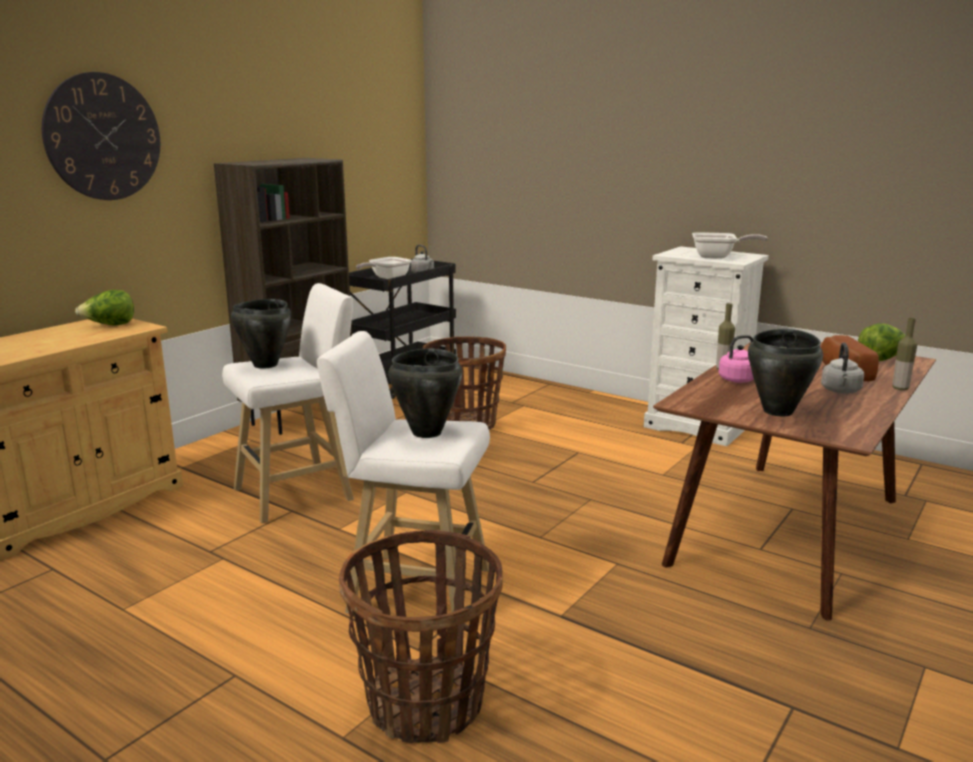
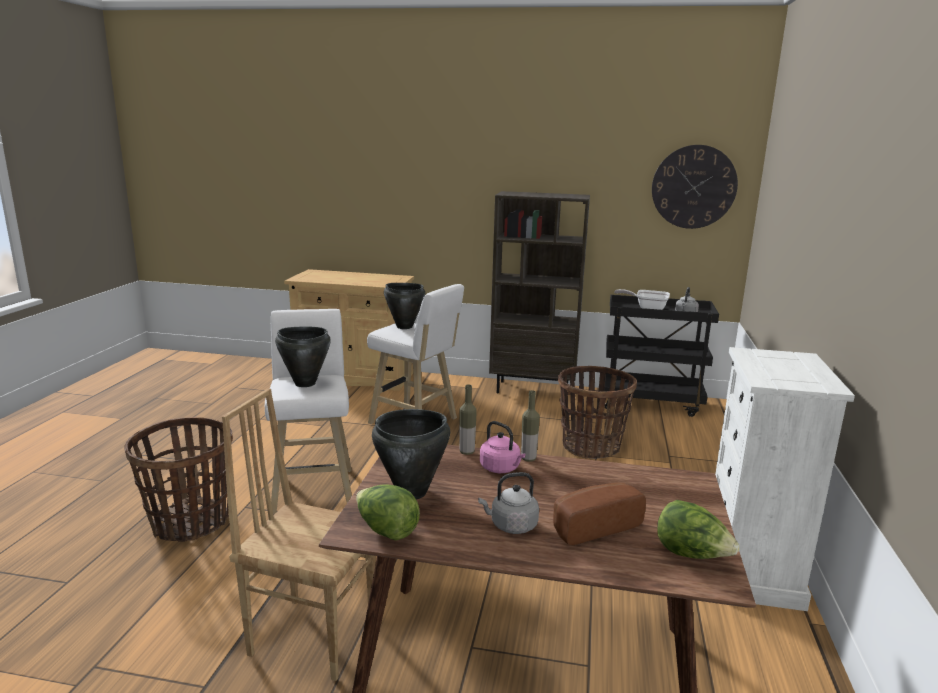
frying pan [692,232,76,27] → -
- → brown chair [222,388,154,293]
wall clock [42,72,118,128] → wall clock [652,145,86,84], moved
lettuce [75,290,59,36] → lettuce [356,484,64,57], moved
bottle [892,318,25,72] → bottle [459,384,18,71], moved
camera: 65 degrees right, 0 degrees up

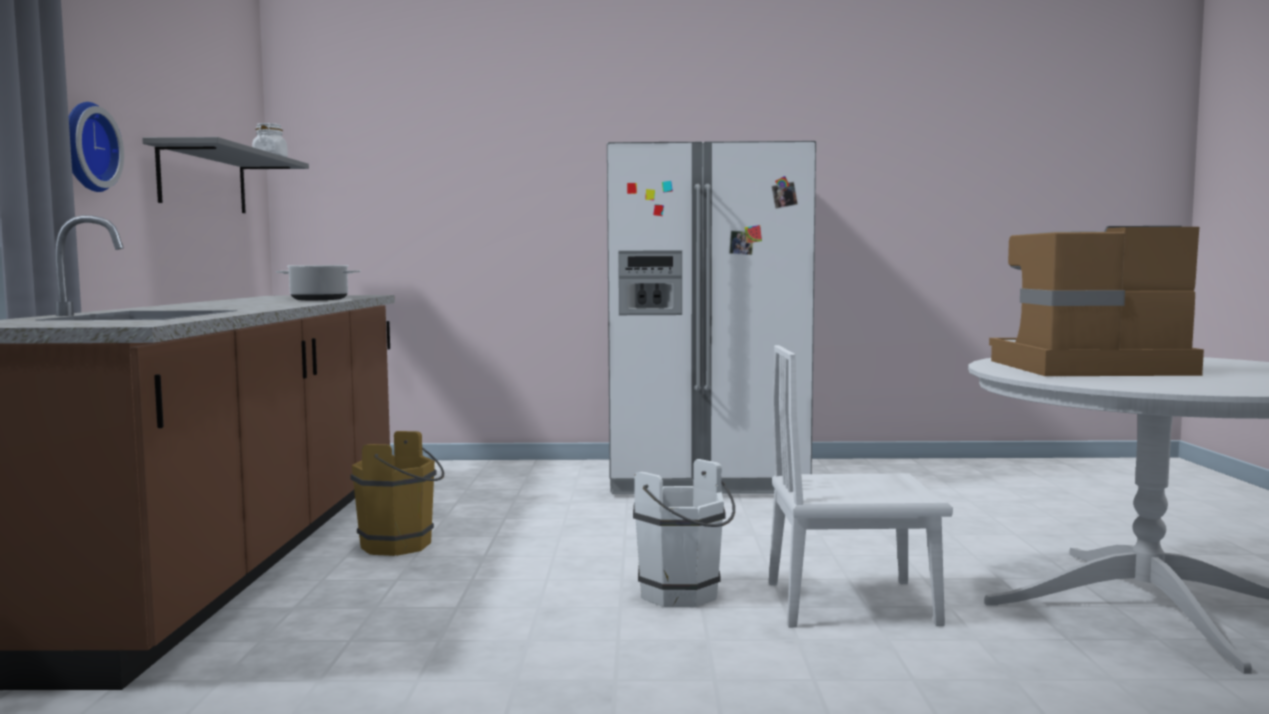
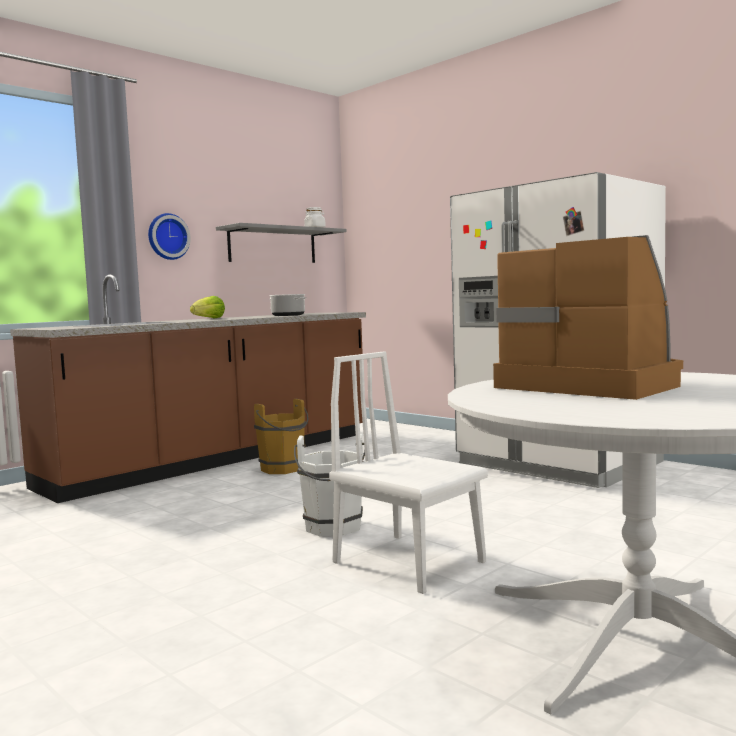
- → lettuce [190,296,35,23]
camera: 45 degrees right, 0 degrees up

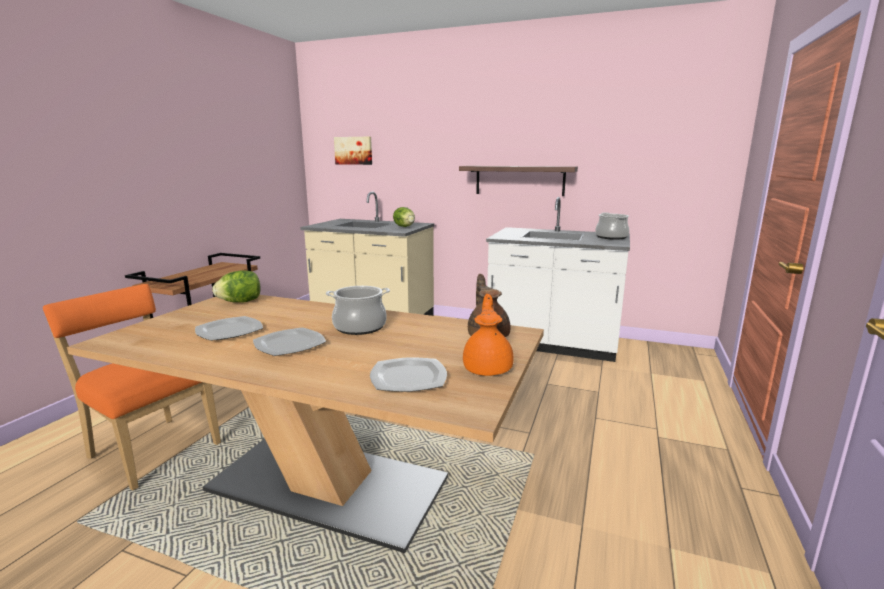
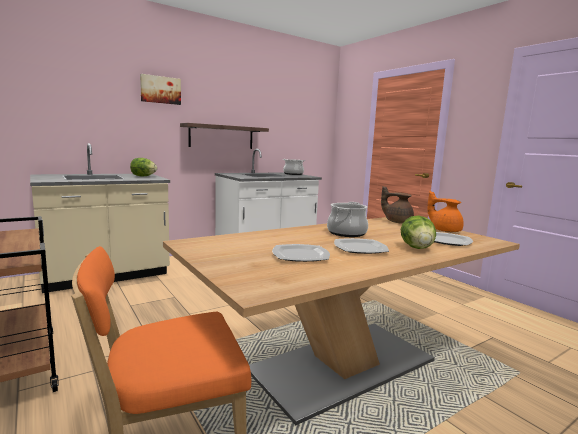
lettuce [212,270,49,33] → lettuce [401,216,35,33], moved
picture [334,137,38,28] → picture [140,74,41,31], moved
camera: 55 degrees left, 5 degrees down

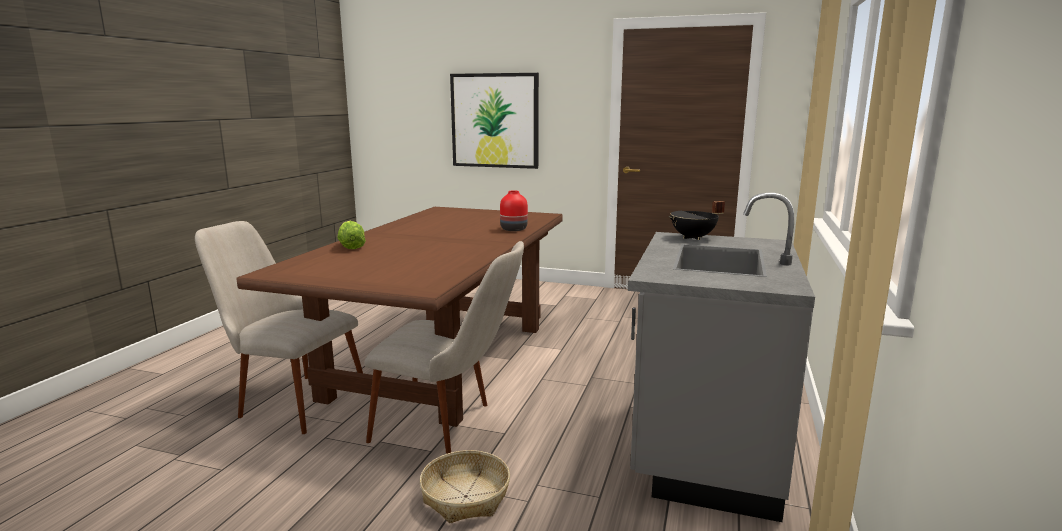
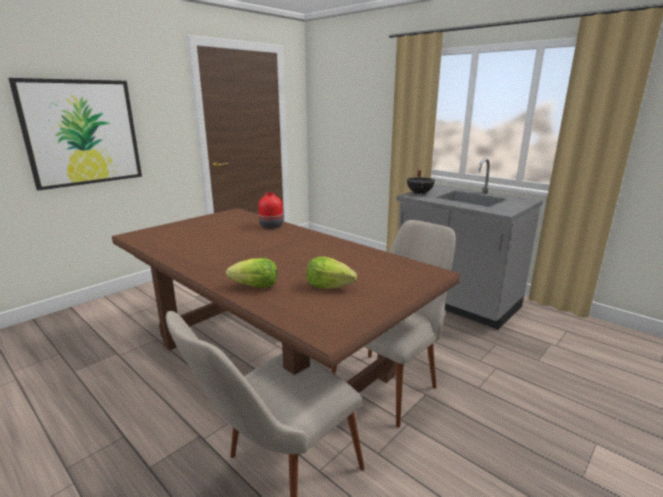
basket [420,450,90,73] → -
- → lettuce [306,256,51,33]
camera: 65 degrees left, 5 degrees up

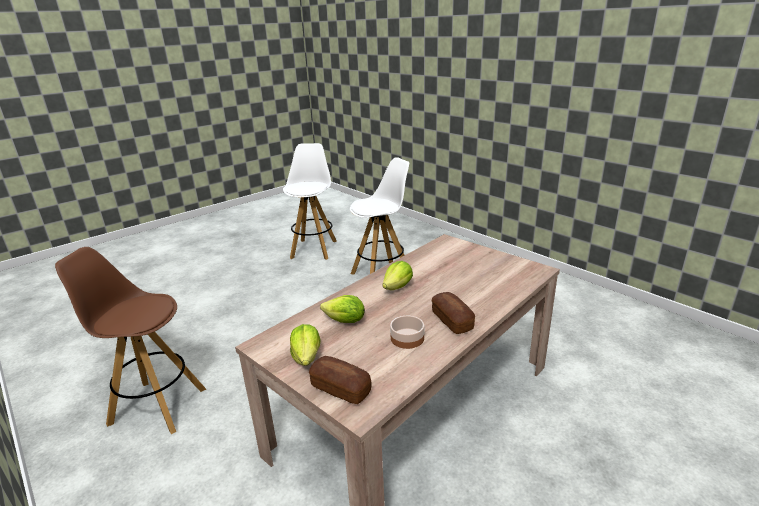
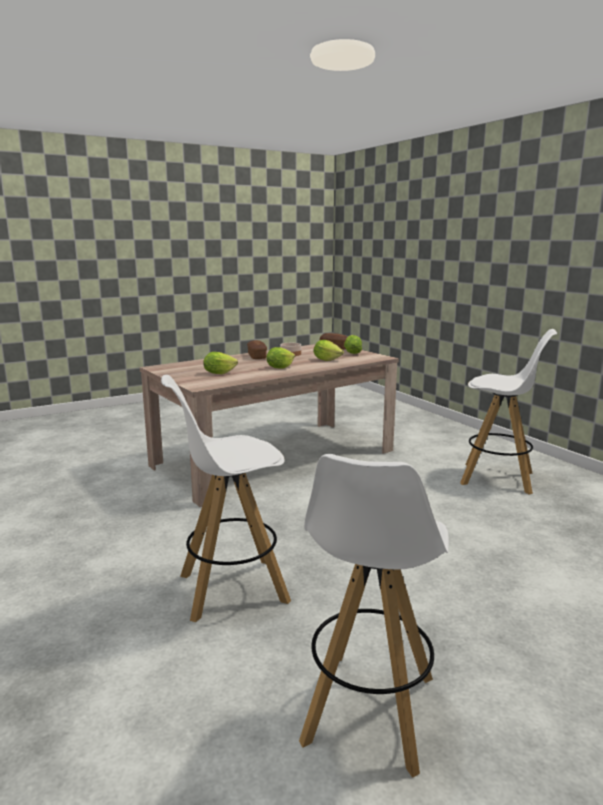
- → lettuce [203,352,35,22]
brown stool [55,247,151,187] → white stool [460,329,97,165]
camera: 170 degrees left, 10 degrees down

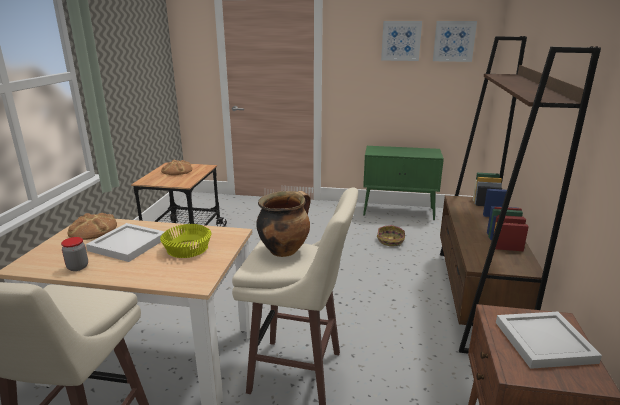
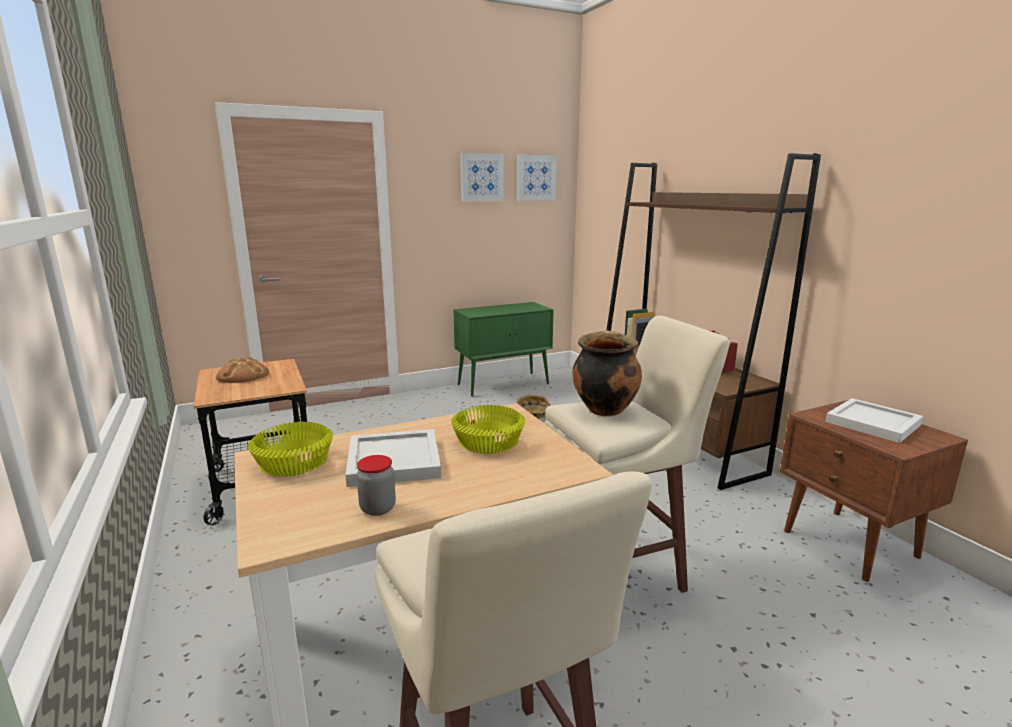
bread [67,213,50,27] → yellow bowl [248,422,85,54]
camera: 35 degrees left, 5 degrees down

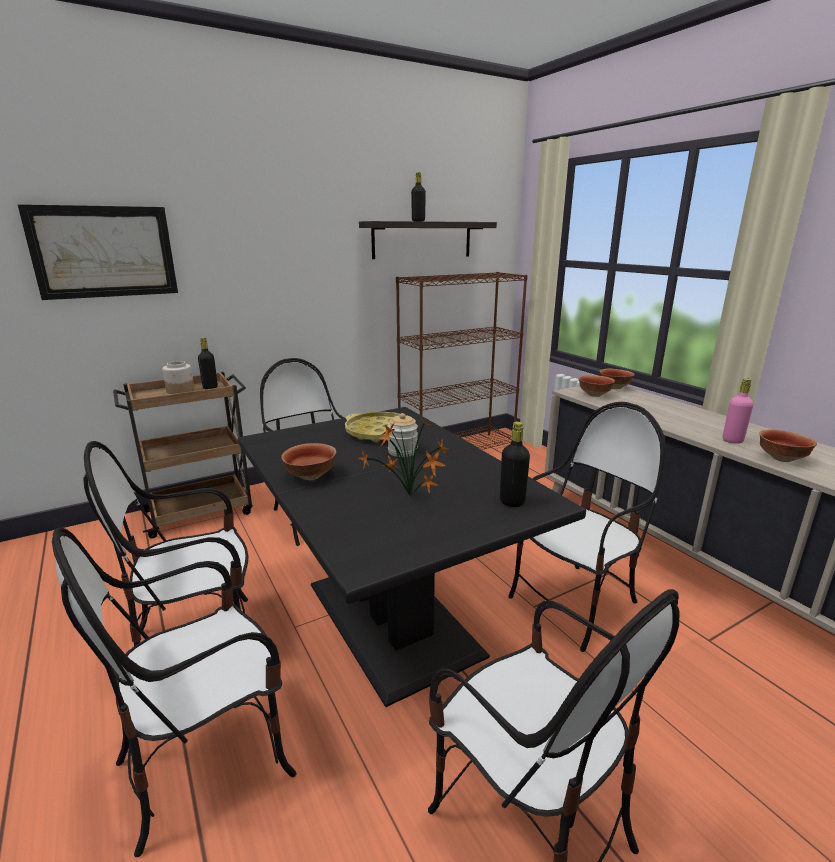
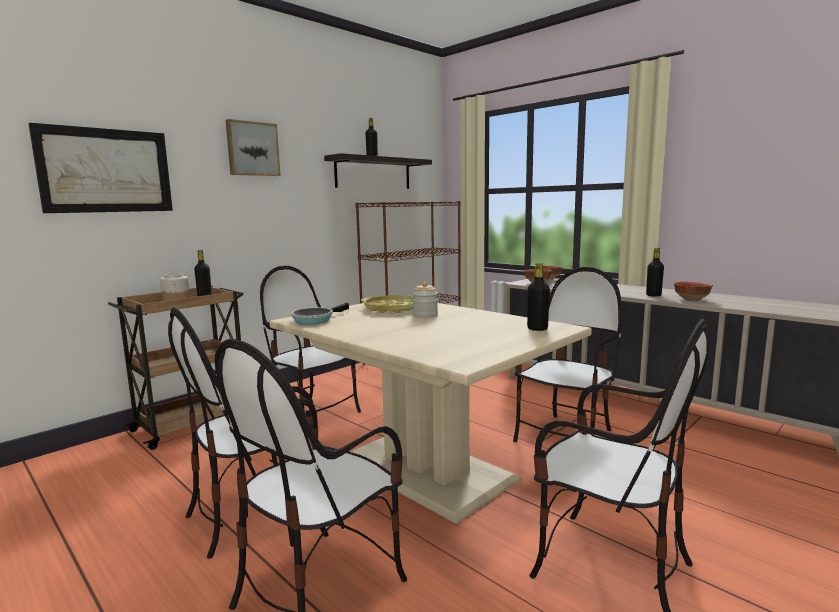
bowl [281,443,56,37] → -
potted plant [358,418,90,79] → -
- → picture [226,119,55,57]
- → frying pan [291,303,58,22]
black dining table [238,407,348,300] → beige dining table [270,303,322,221]
pink bottle [722,378,31,66] → black bottle [646,248,18,49]
camera: 15 degrees left, 10 degrees down

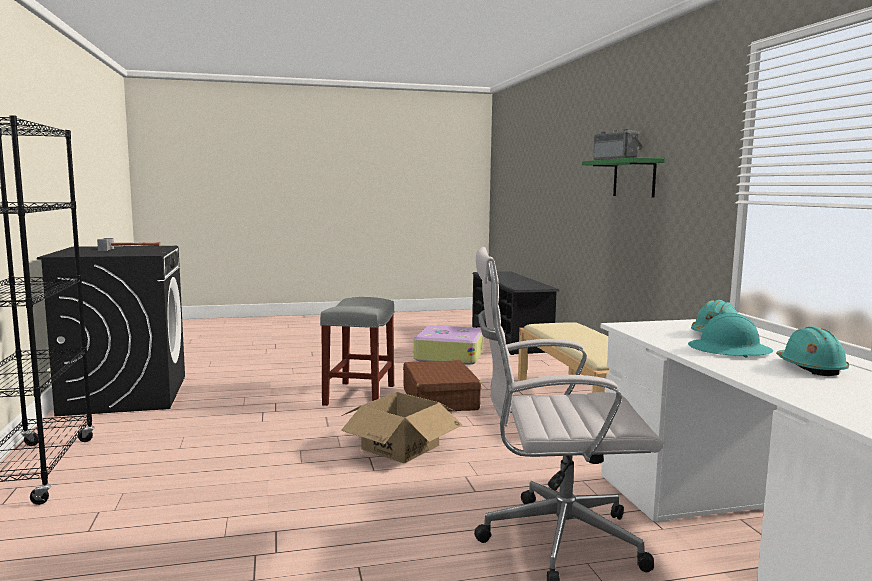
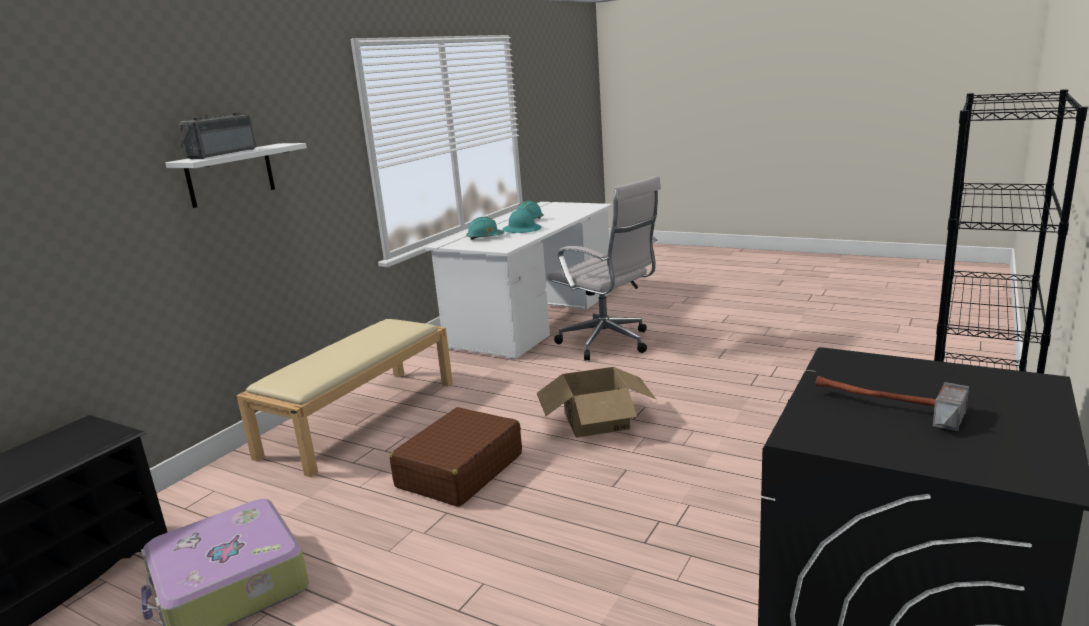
grey stool [320,297,75,109] → -
green shelf [582,157,83,40] → white shelf [165,143,142,65]
camera: 135 degrees left, 10 degrees up

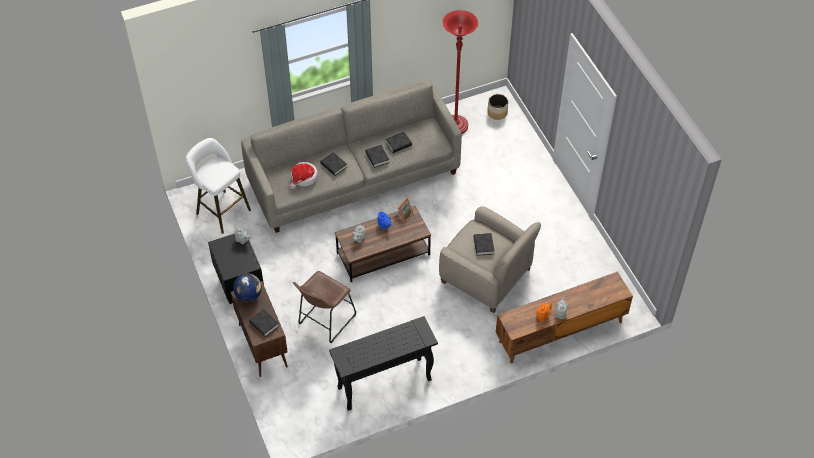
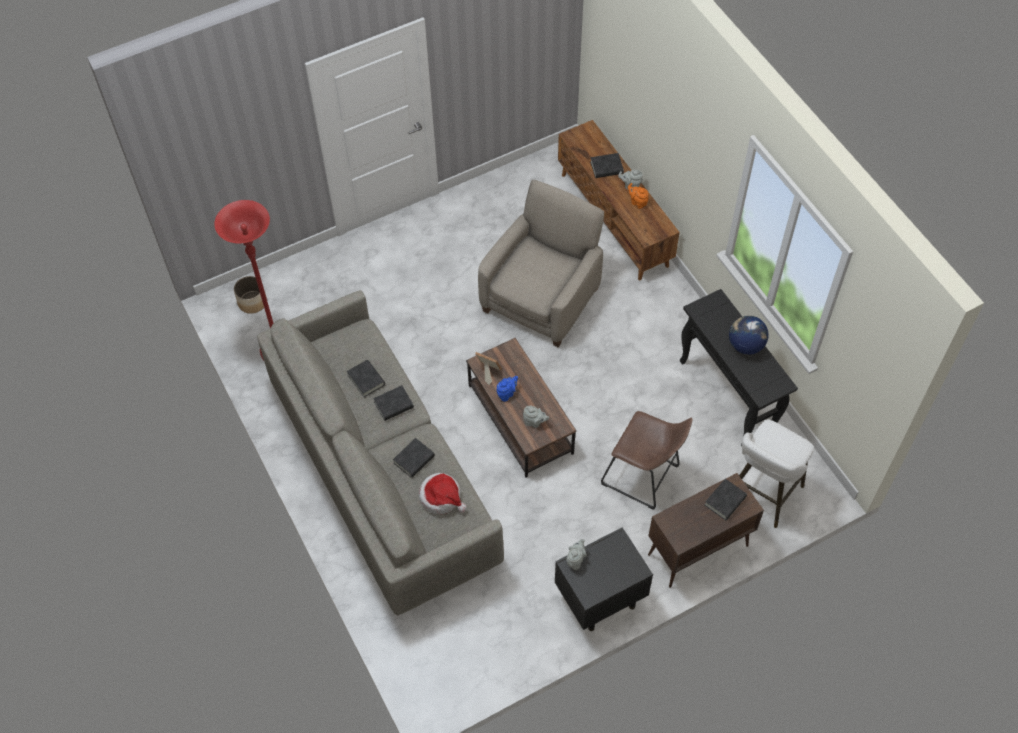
white stool [186,138,65,96] → white stool [739,419,75,109], moved
globe [233,273,29,29] → globe [729,316,40,39], moved
black book [473,233,21,23] → black book [590,153,34,25], moved
camera: 95 degrees left, 5 degrees up

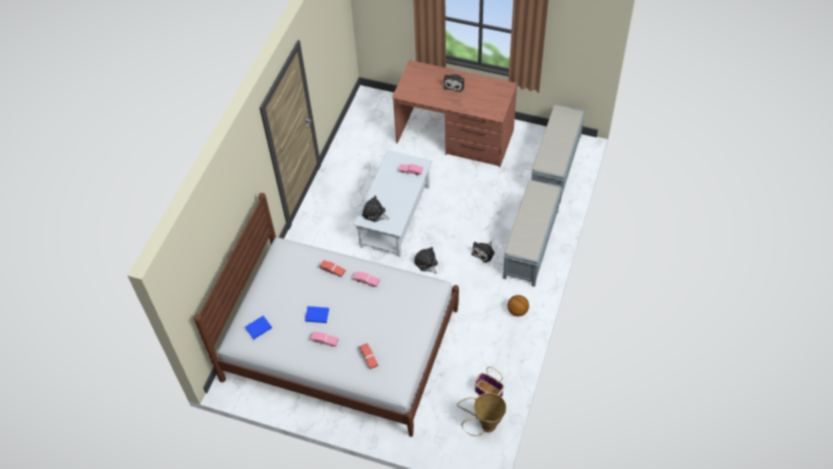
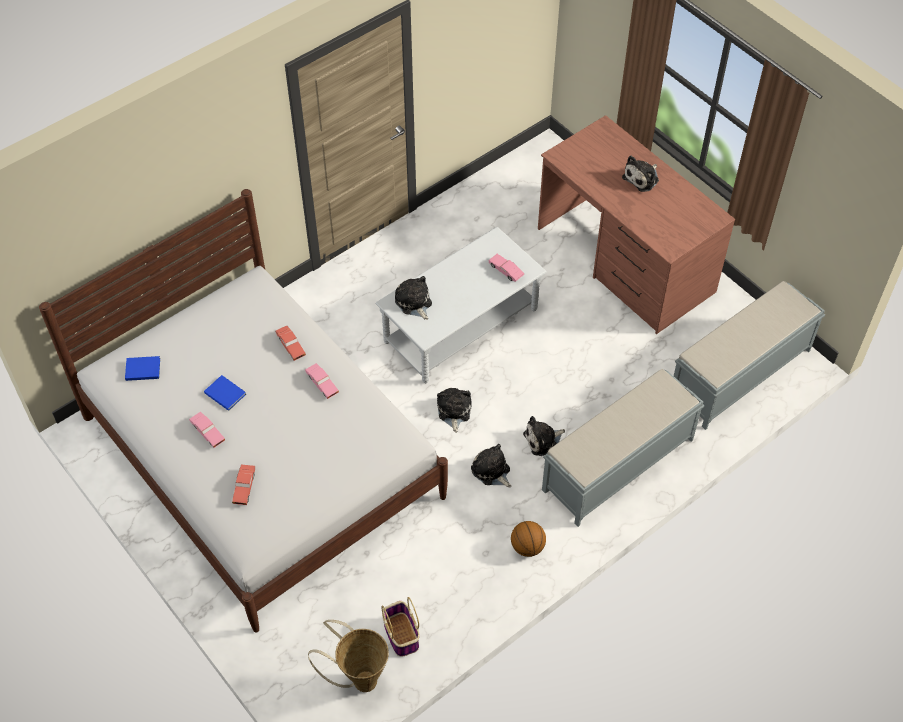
- → plush toy [471,444,40,43]
camera: 30 degrees right, 0 degrees up

